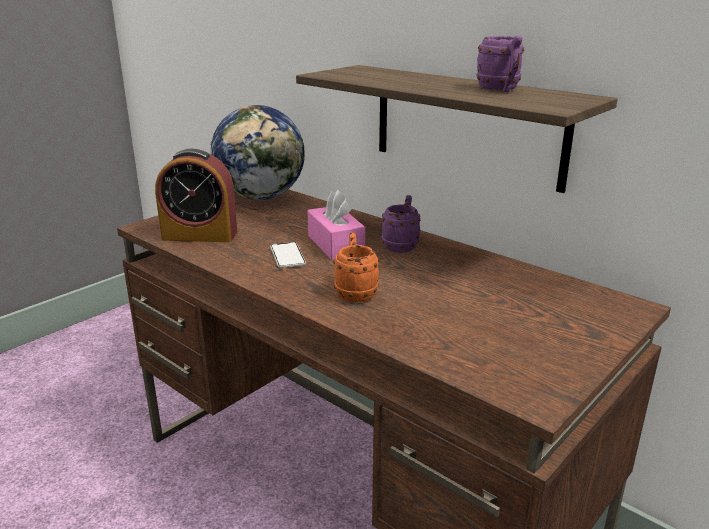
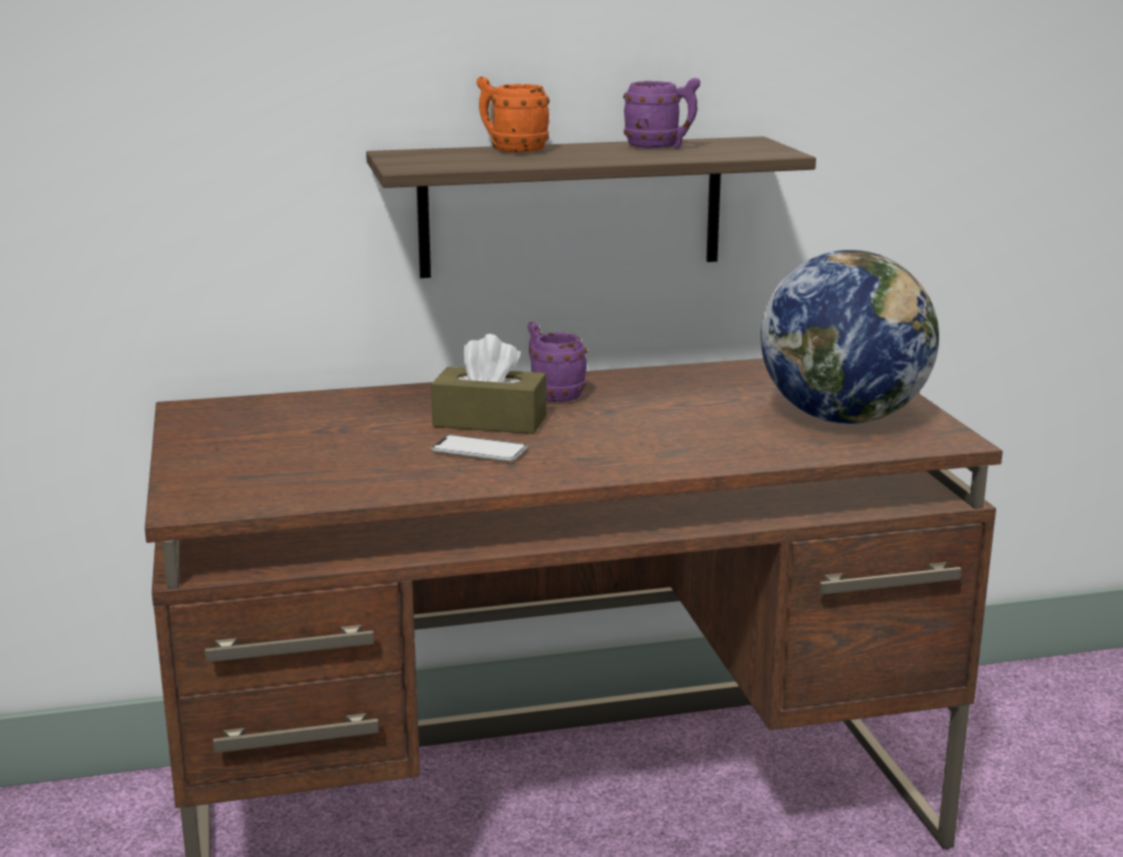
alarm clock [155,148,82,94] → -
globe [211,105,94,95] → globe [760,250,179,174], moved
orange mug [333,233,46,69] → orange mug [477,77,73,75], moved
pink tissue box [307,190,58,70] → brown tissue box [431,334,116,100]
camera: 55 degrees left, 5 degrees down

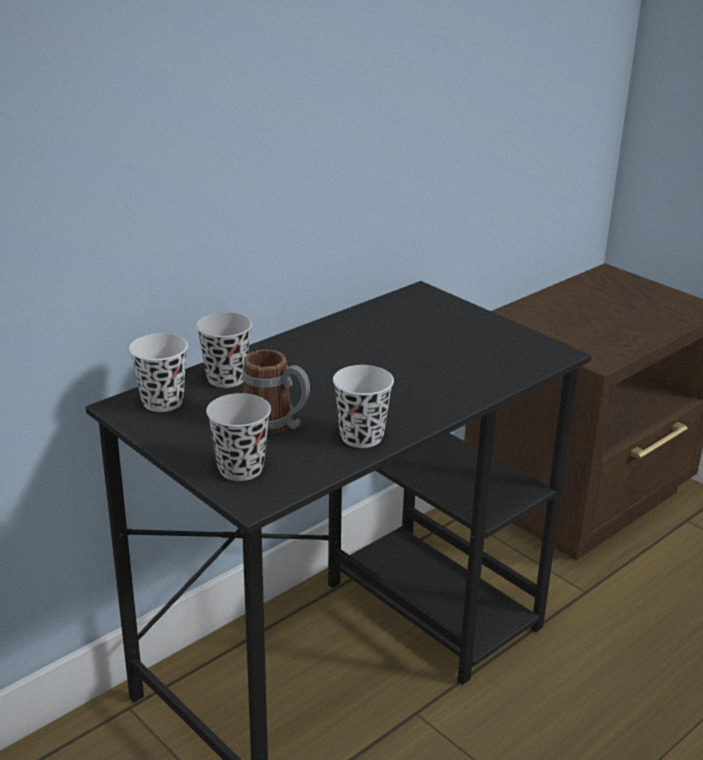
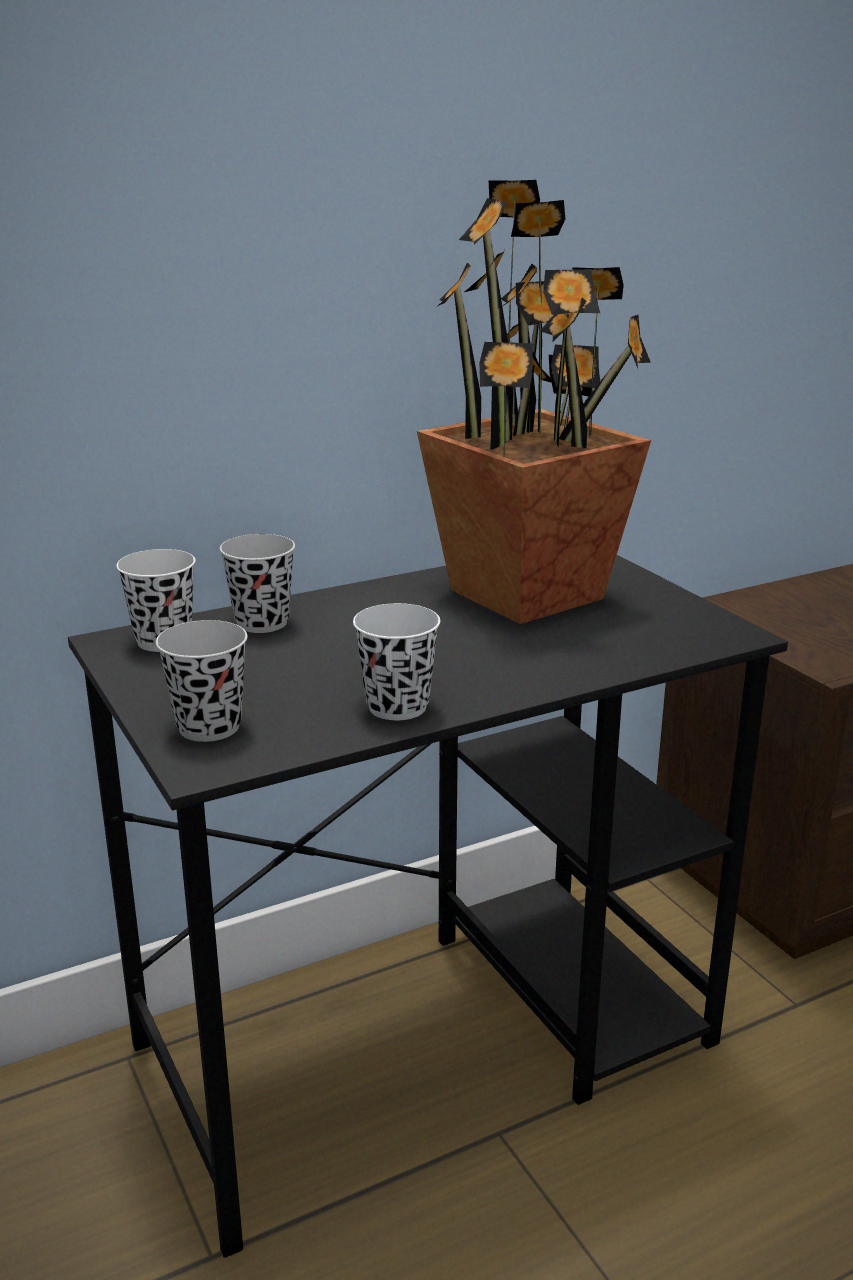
mug [242,349,68,85] → -
- → potted plant [417,180,234,444]
camera: 15 degrees right, 5 degrees down

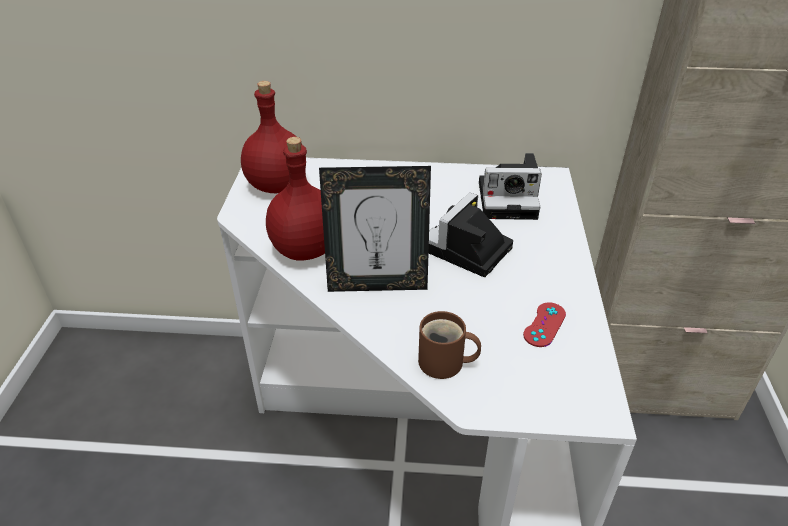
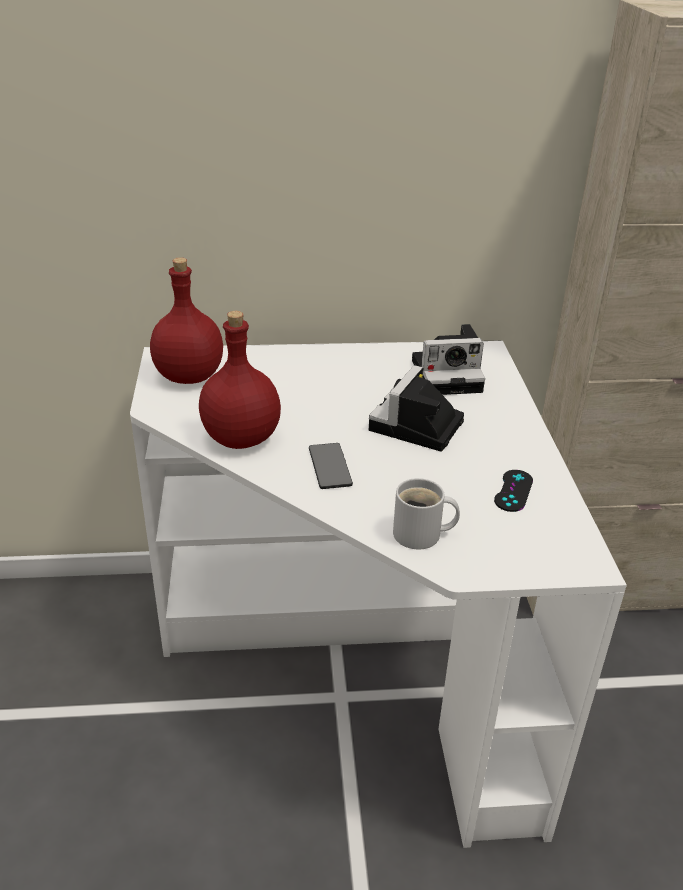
picture frame [319,166,112,126] → phone [309,443,44,46]
brown mug [418,311,63,68] → white mug [393,478,67,71]
red game controller [523,302,43,45] → black game controller [494,470,39,42]
camera: 10 degrees left, 5 degrees down

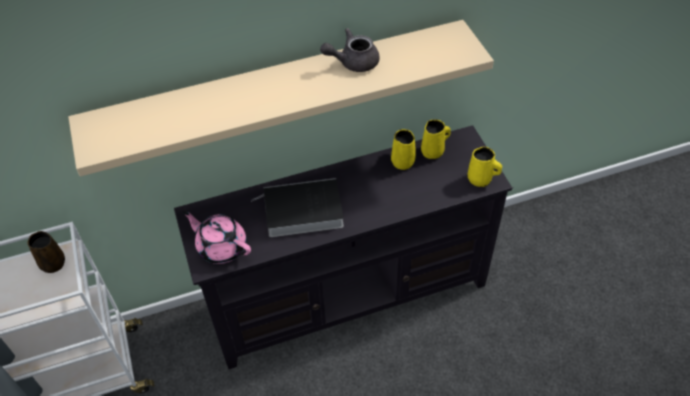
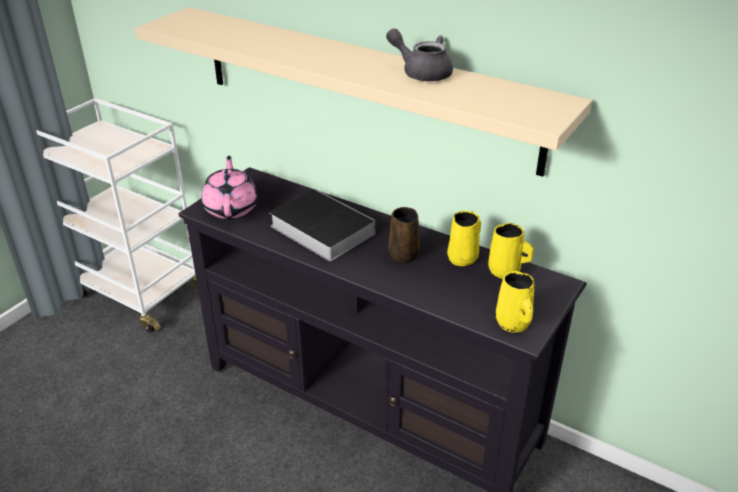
brown mug [27,231,38,42] → brown mug [388,207,32,56], moved
camera: 50 degrees right, 15 degrees down

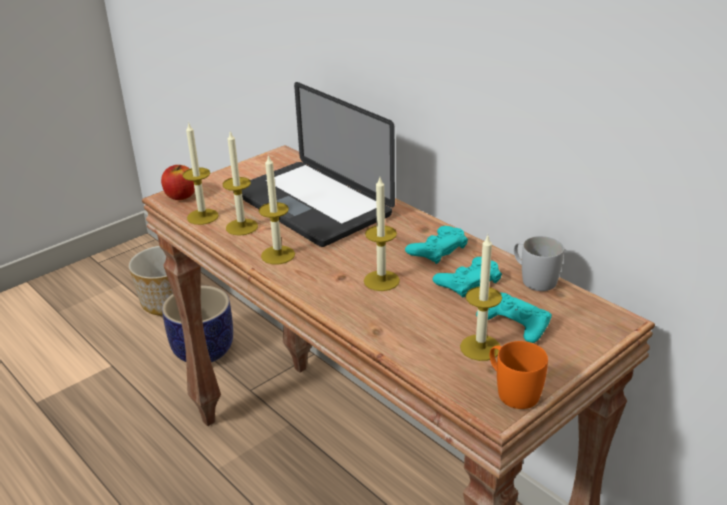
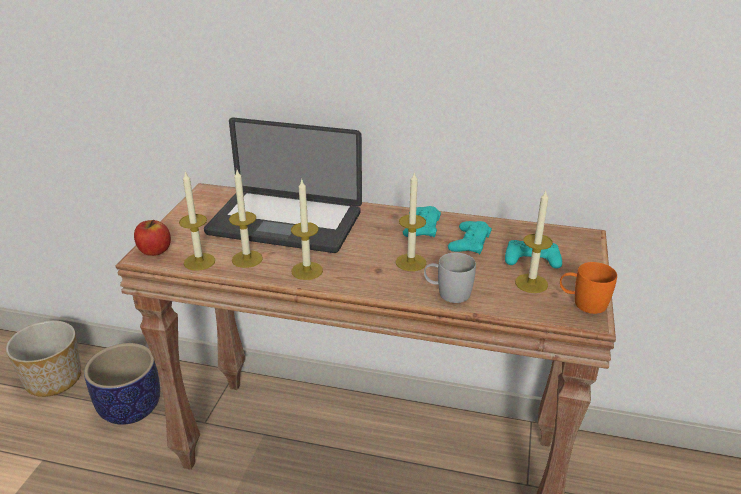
white mug [514,236,50,55] → white mug [424,253,52,50], moved
camera: 35 degrees left, 0 degrees up

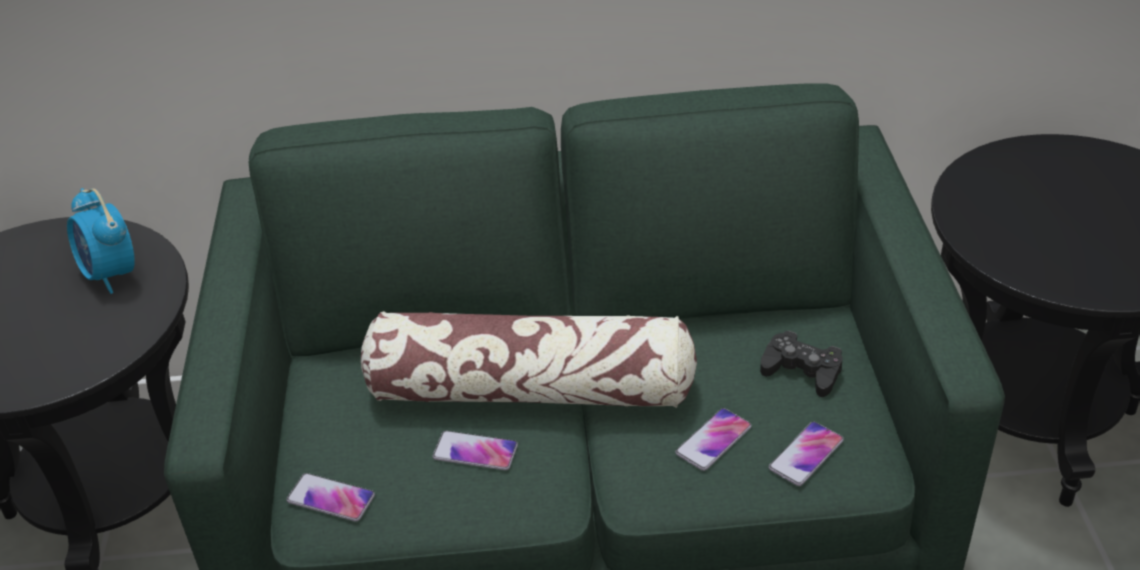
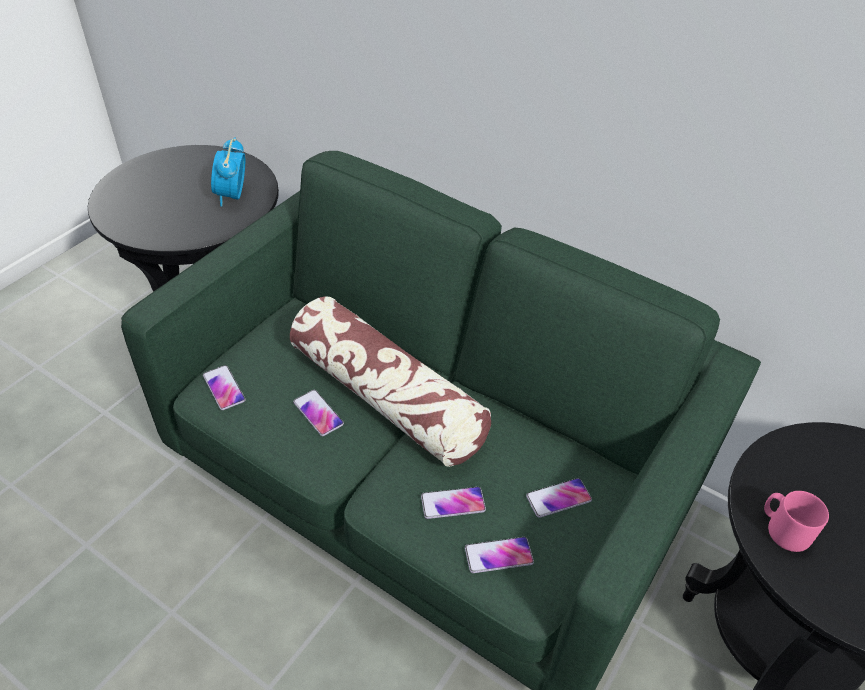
- → pink mug [764,491,65,61]
black game controller [760,331,83,66] → phone [526,478,66,40]
camera: 35 degrees right, 5 degrees up

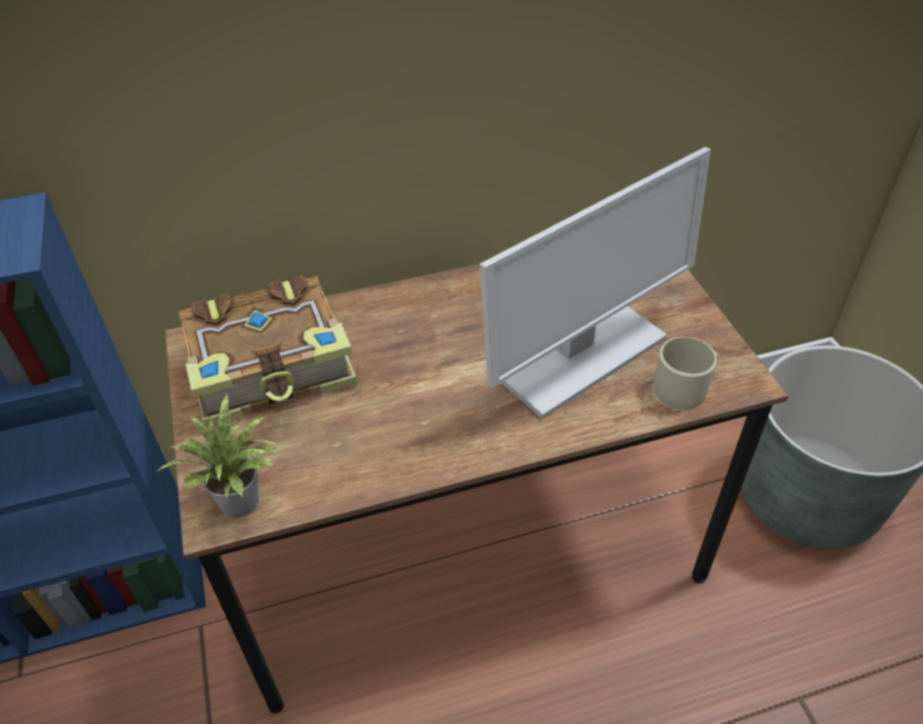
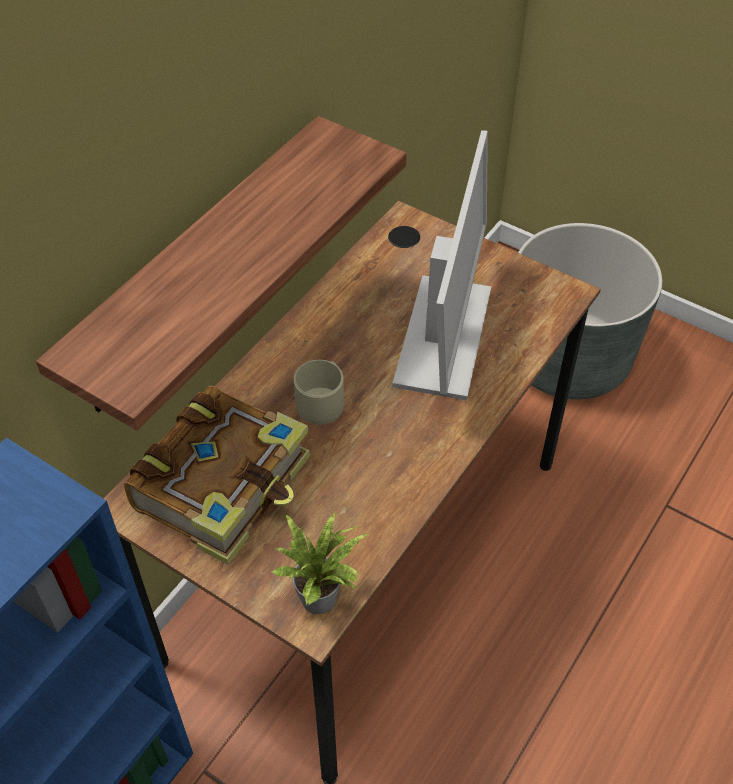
- → shelf [36,116,371,315]
beige mug [653,337,66,73] → beige mug [294,360,50,65], moved
camera: 40 degrees left, 5 degrees up

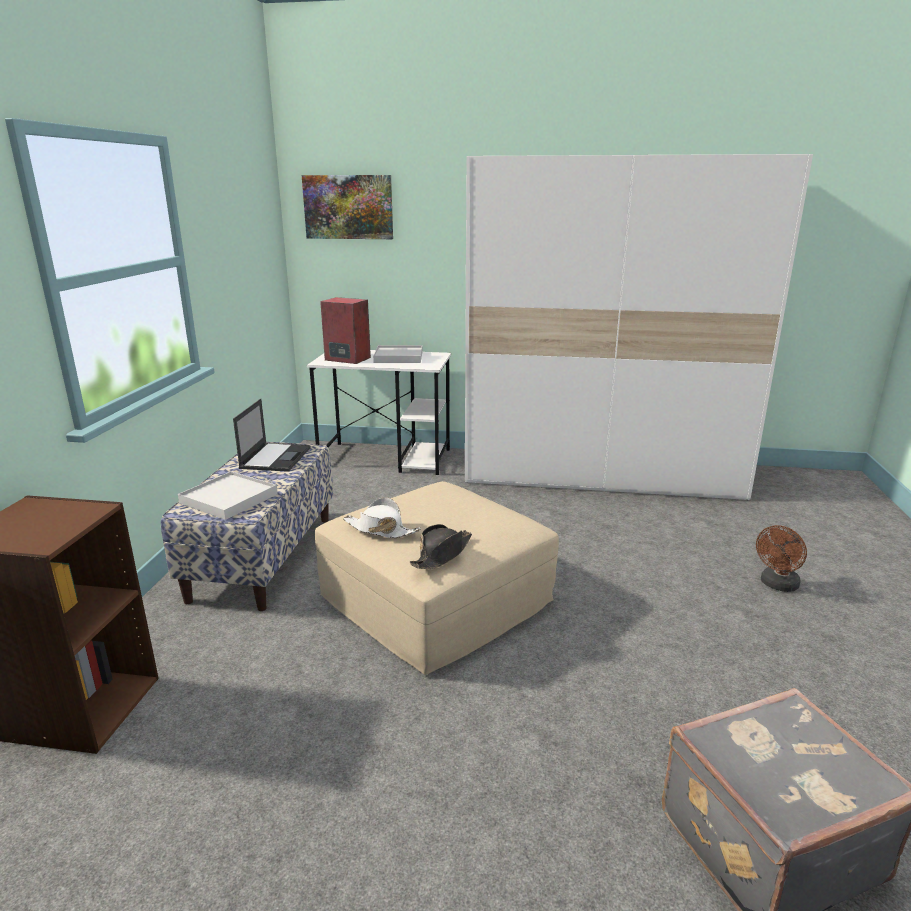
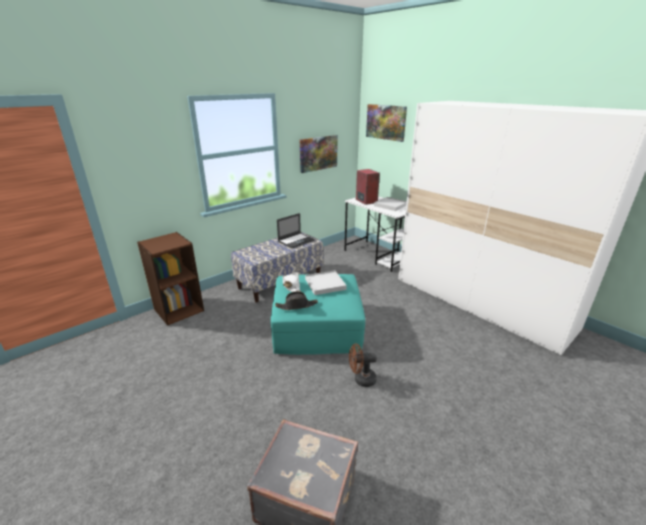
- → picture [300,135,38,38]
white tray [178,471,99,49] → white tray [305,270,42,25], moved
brown fan [756,525,51,67] → brown fan [349,344,28,43], moved
beige ottoman [315,481,244,194] → turquoise ottoman [271,274,94,81]
camera: 40 degrees right, 5 degrees up

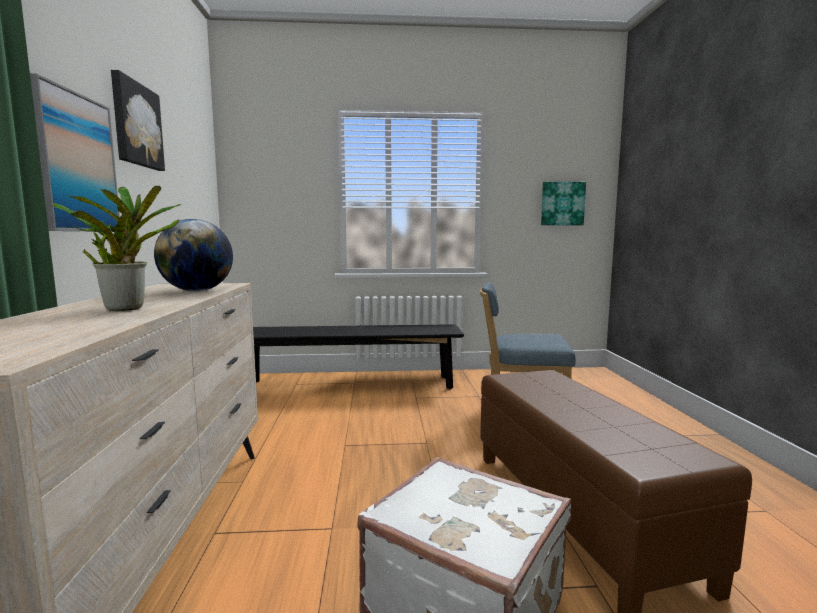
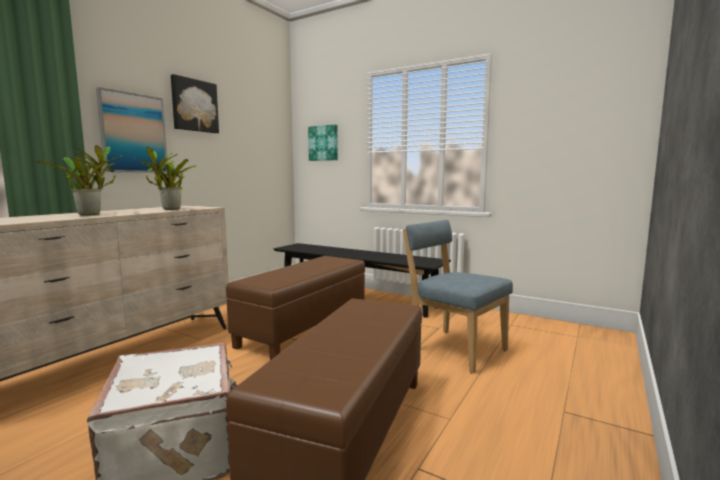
- → brown ottoman [226,256,139,104]
picture [541,182,45,43] → picture [308,125,30,36], moved
globe [154,219,79,72] → potted plant [135,147,61,63]
camera: 35 degrees right, 0 degrees up

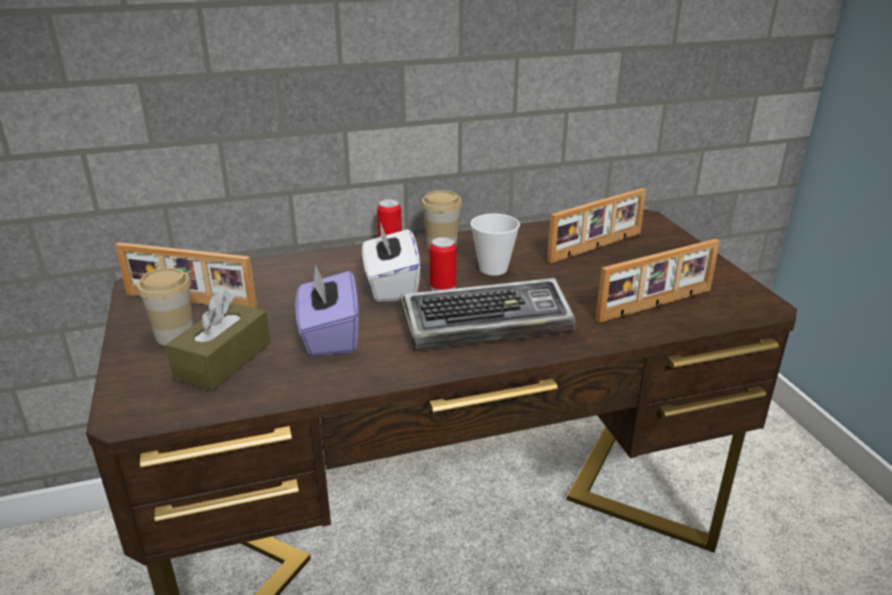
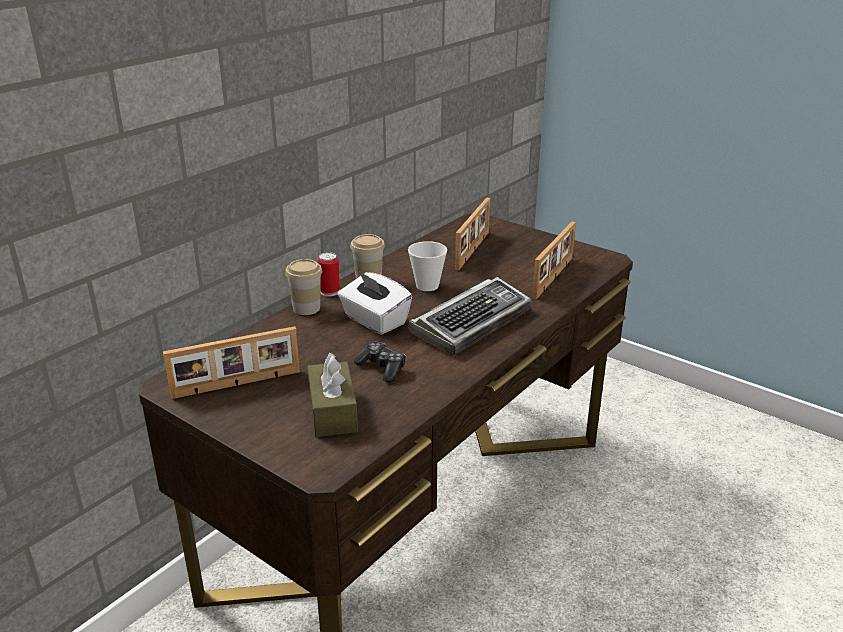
can [430,237,26,54] → -
cup [137,268,56,77] → cup [285,259,37,56], moved
purple tissue box [296,265,63,91] → game controller [354,342,52,41]
camera: 35 degrees left, 0 degrees up

